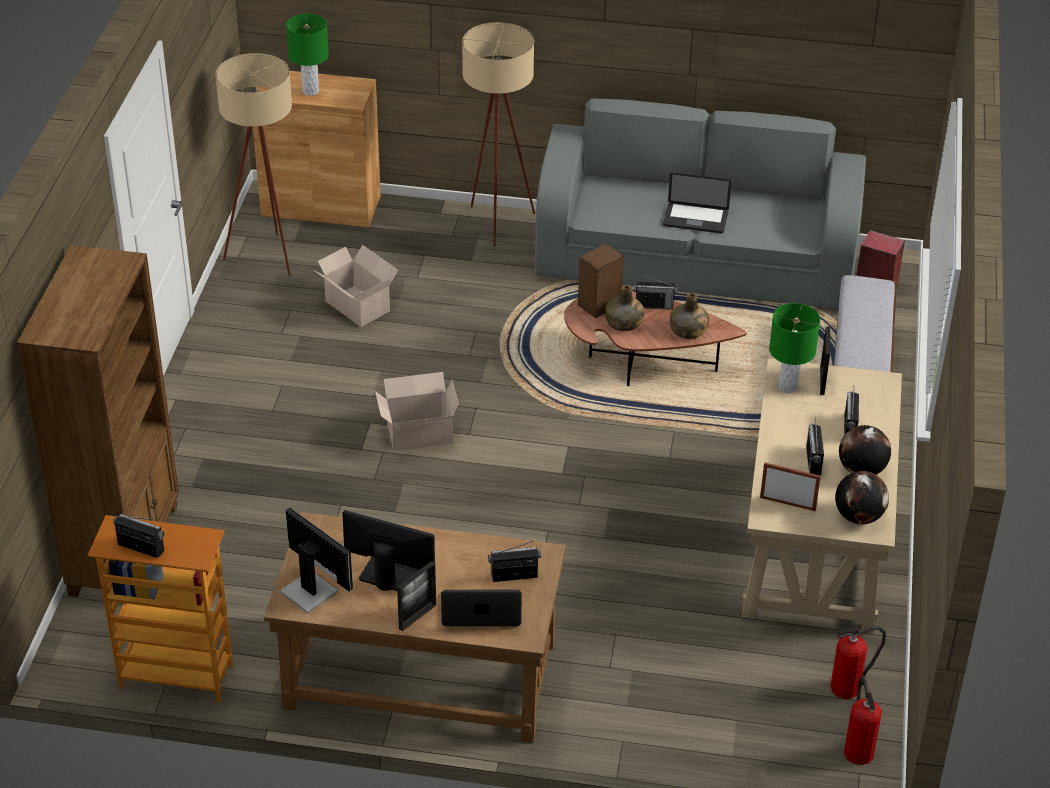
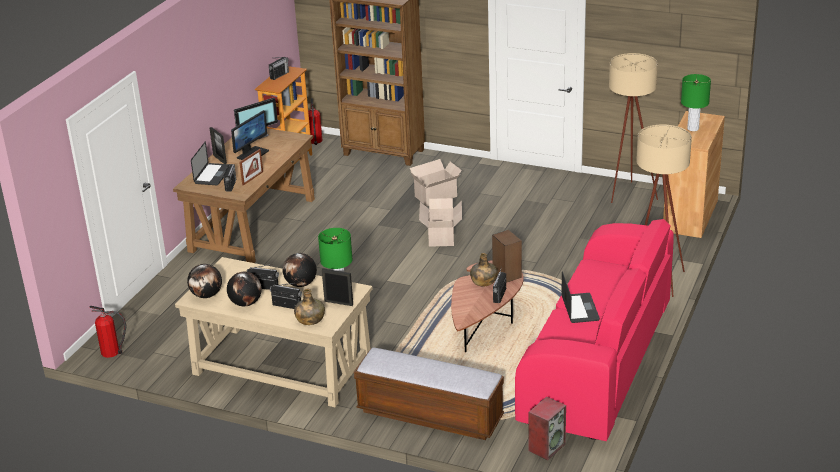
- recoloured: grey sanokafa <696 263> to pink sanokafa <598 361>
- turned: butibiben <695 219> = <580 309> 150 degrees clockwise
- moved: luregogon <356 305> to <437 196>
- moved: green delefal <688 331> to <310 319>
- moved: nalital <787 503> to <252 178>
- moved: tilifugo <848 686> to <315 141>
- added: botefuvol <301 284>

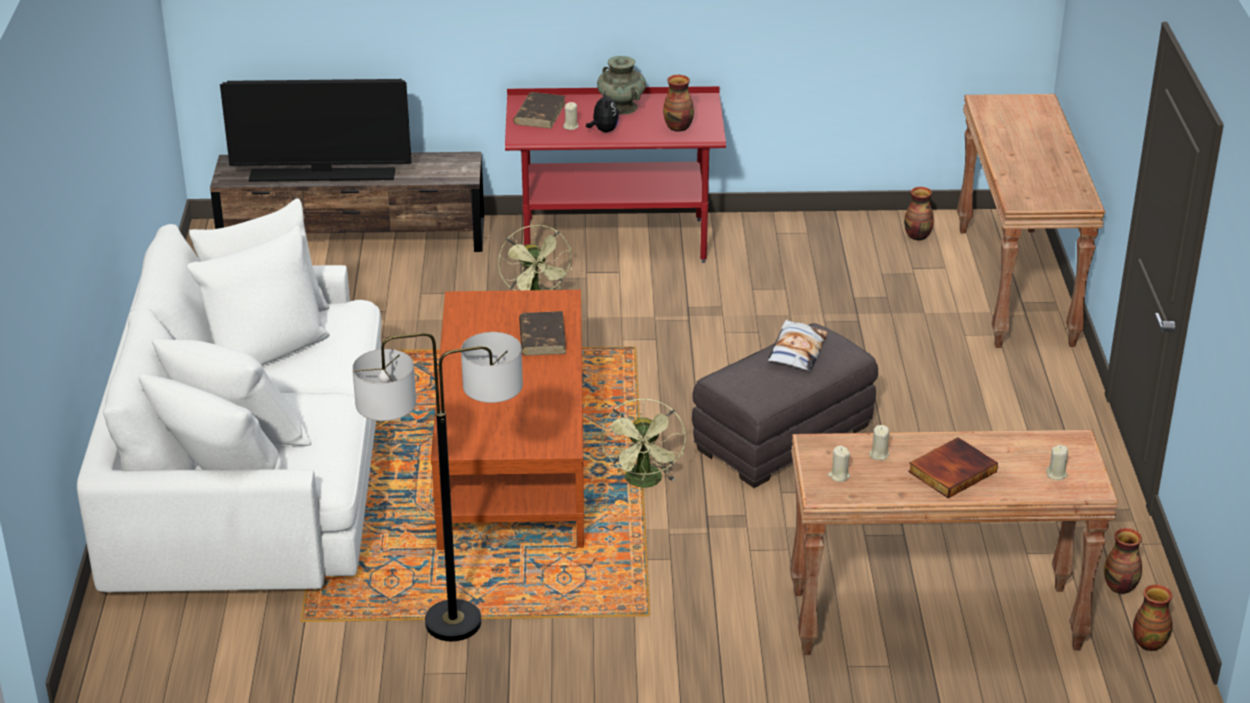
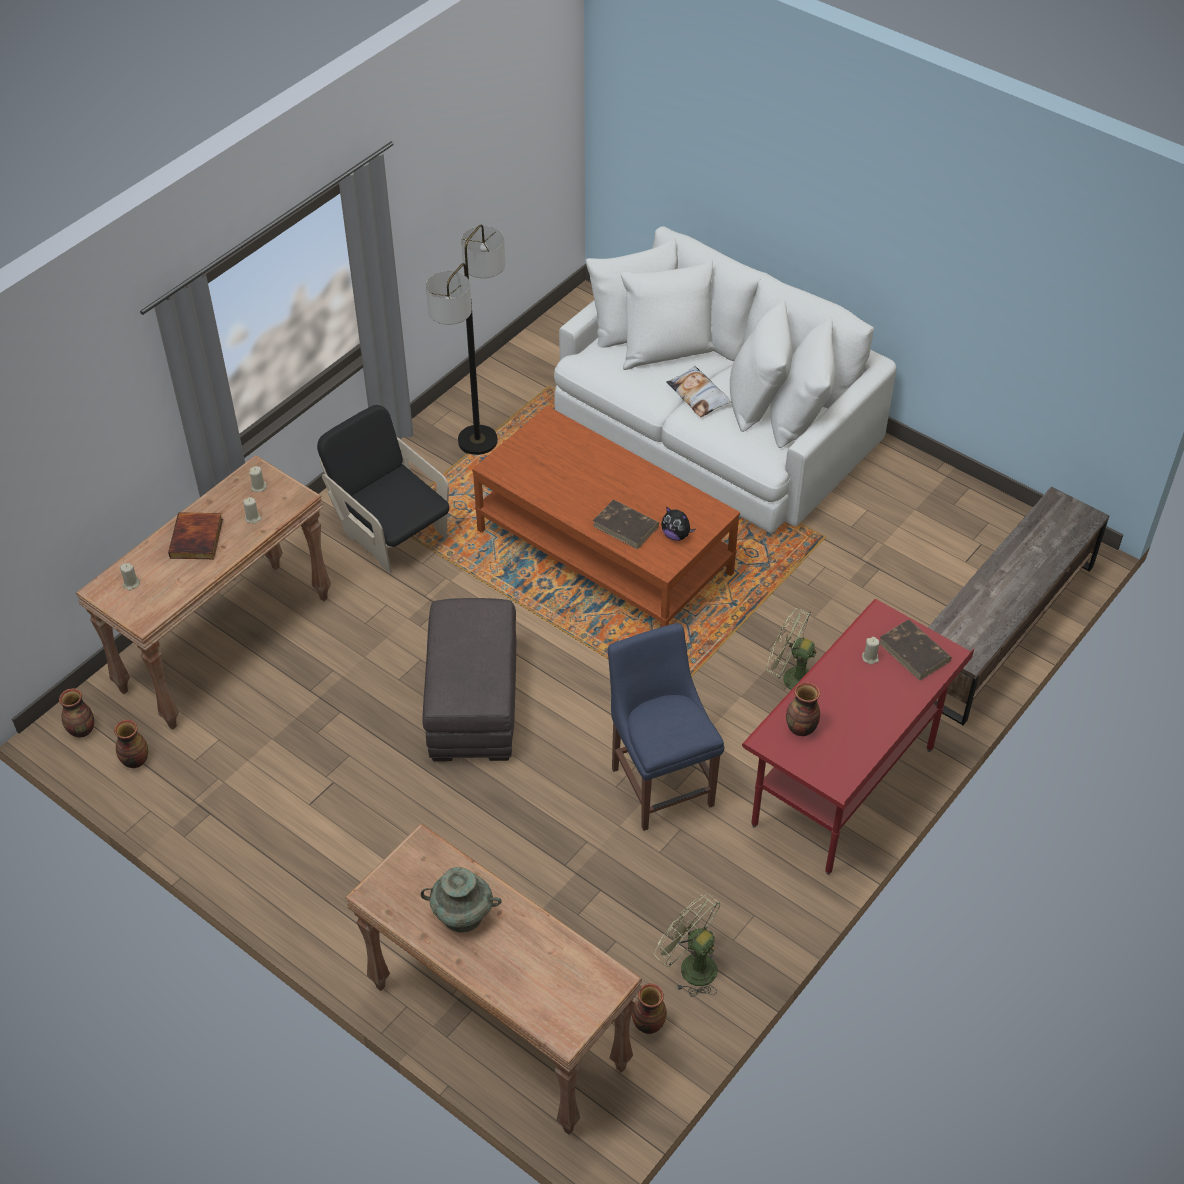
- moved: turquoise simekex <621 107> to <462 915>
- removed: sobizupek <323 175>
- moved: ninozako <603 130> to <676 535>
- moved: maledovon <796 351> to <698 396>
- moved: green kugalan <645 482> to <690 966>
- added: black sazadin <391 532>
- added: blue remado <660 782>

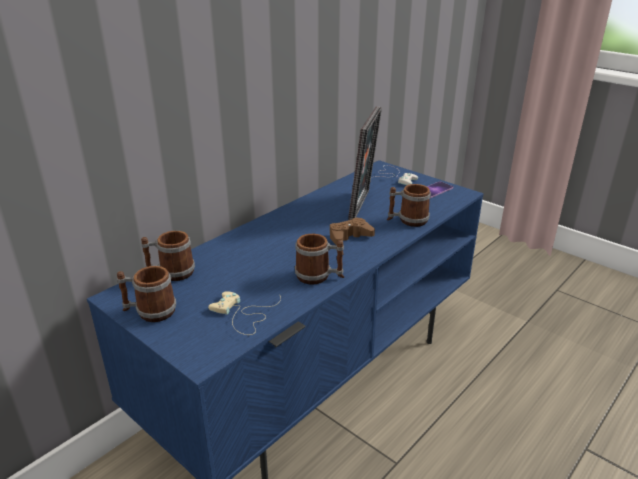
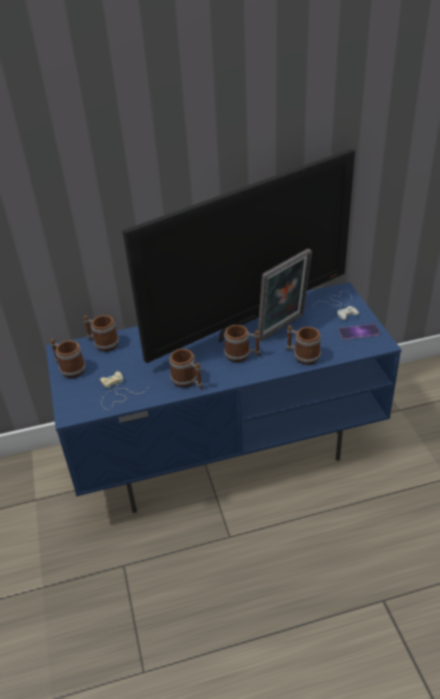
- replaced: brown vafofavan <349 236> to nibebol <242 355>
- added: sobizupek <248 322>

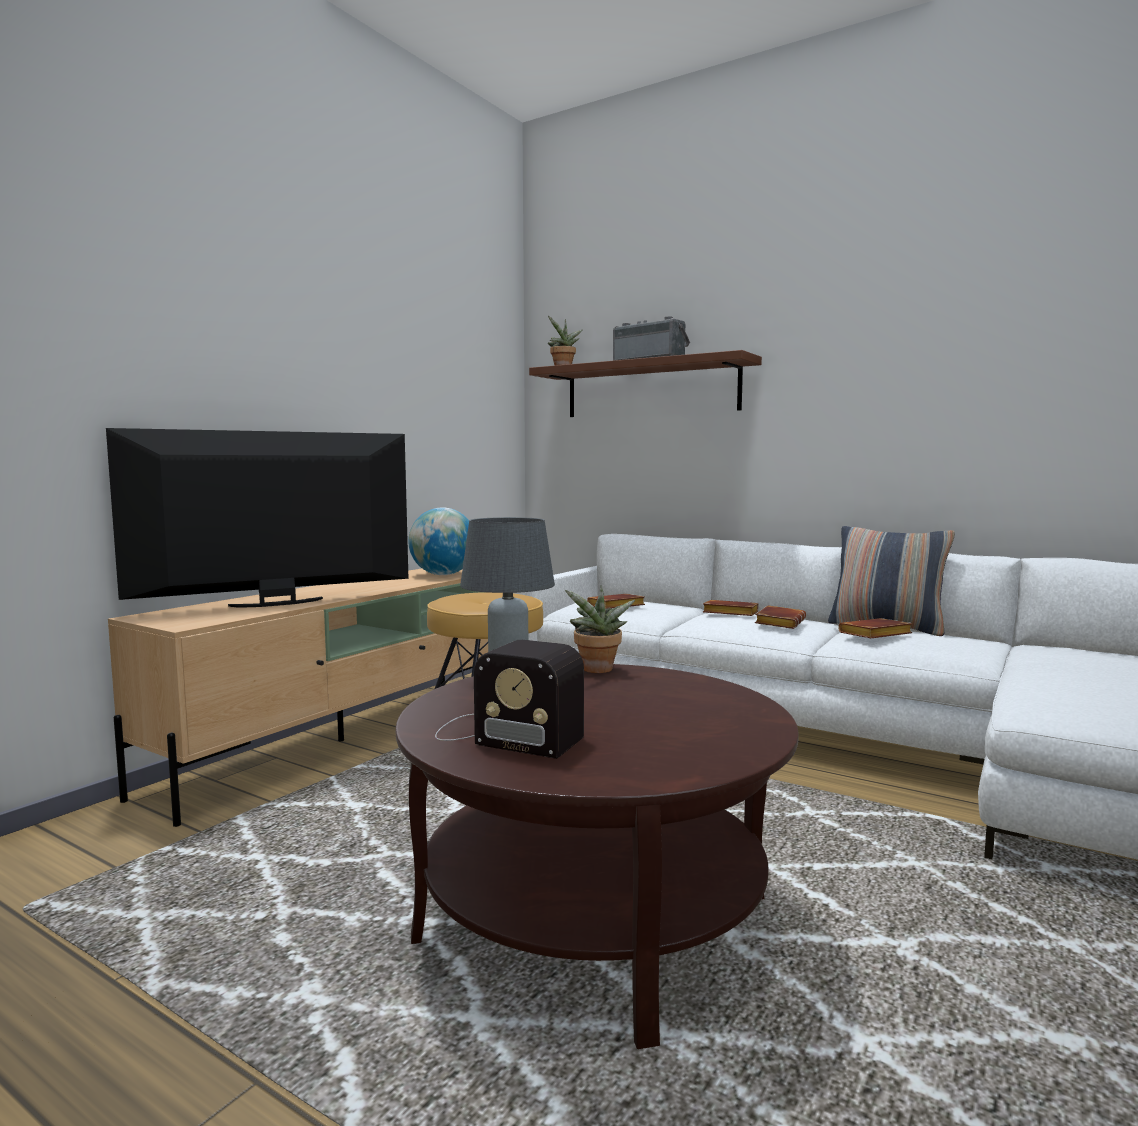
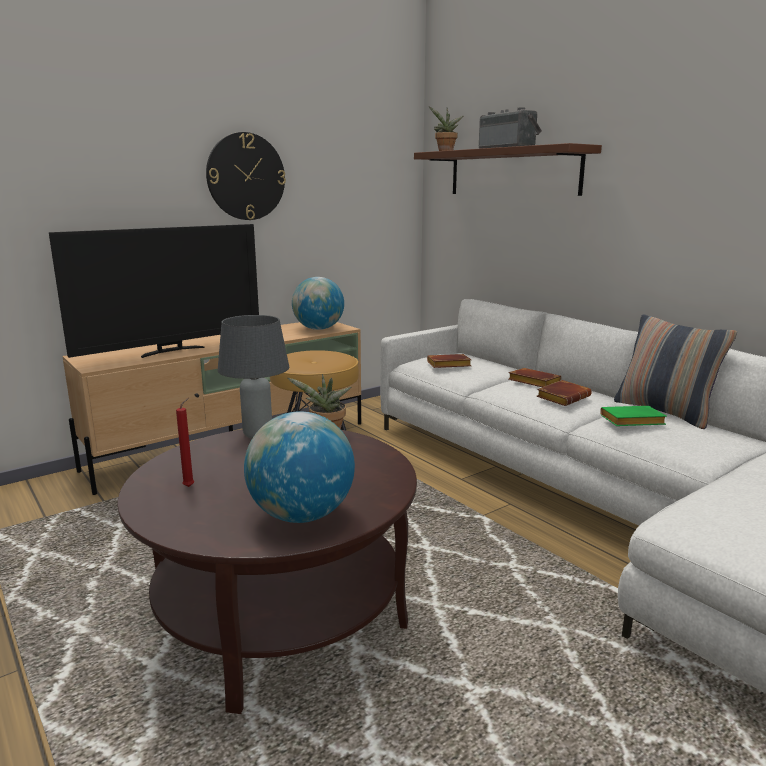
- turned: sobizupek <277 603> = <171 351> 150 degrees clockwise
- recoloured: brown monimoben <875 635> to green monimoben <631 422>
- replaced: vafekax <503 734> to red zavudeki <190 486>
- added: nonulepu <246 176>
- added: botefuvol <301 516>

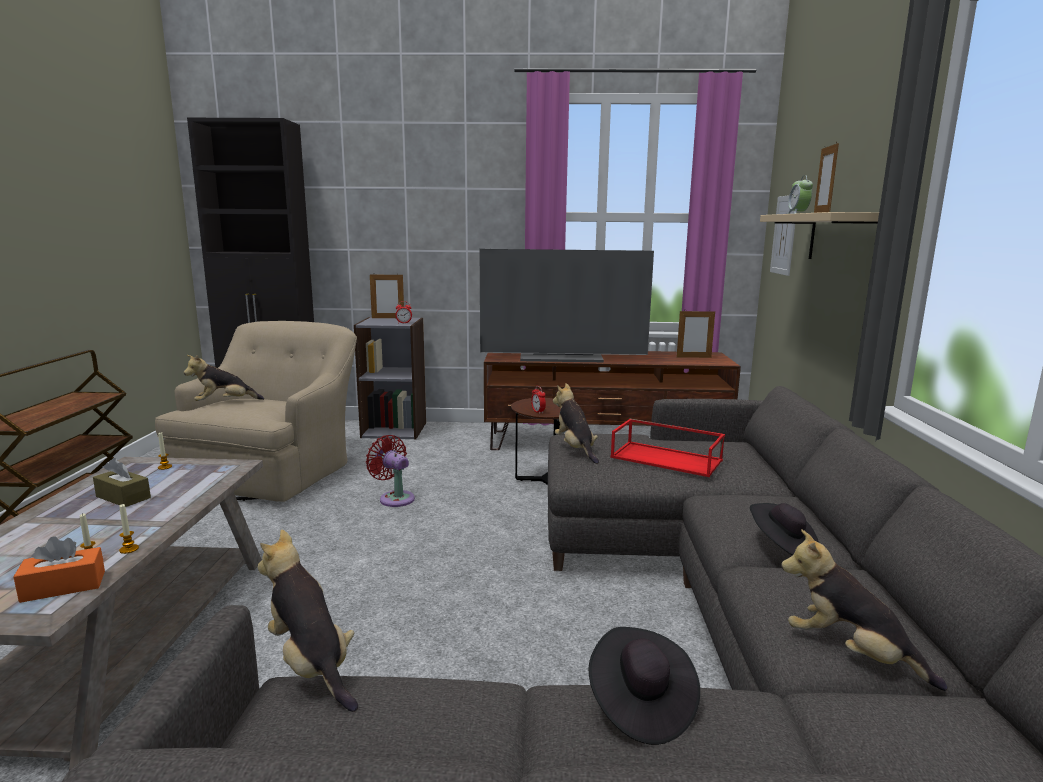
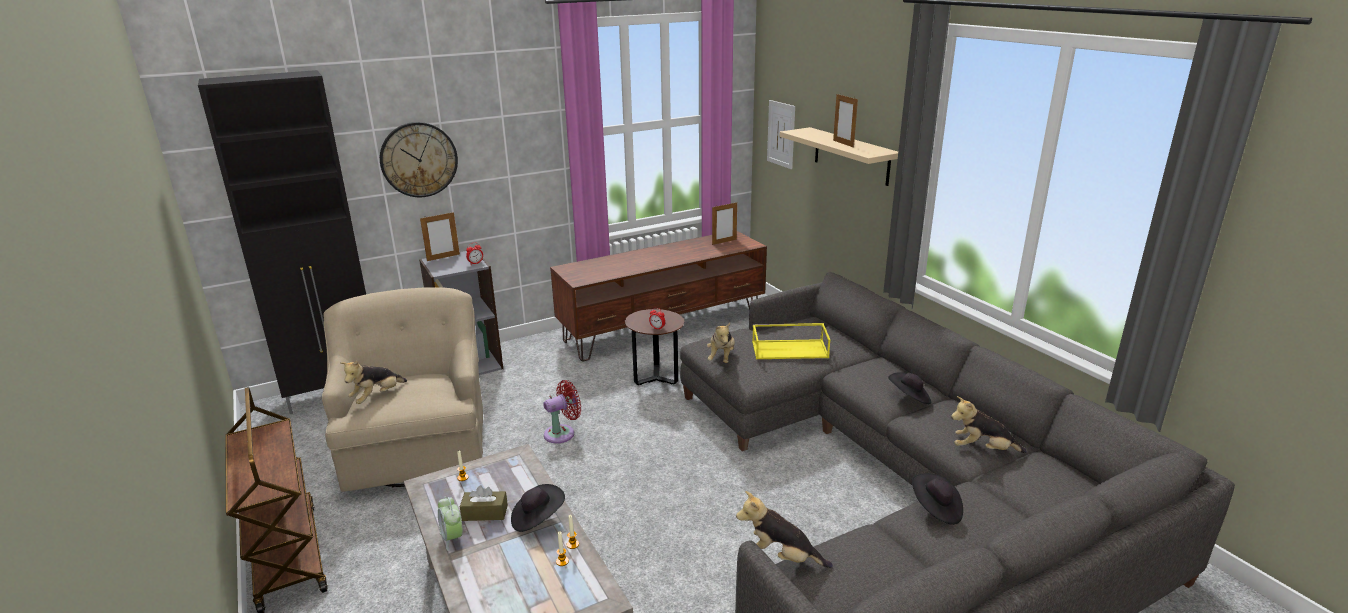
- moved: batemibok <798 214> to <452 538>
- removed: sobizupek <562 357>
- turned: ninozako <575 449> = <721 357> 120 degrees counterclockwise
- recoloured: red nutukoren <667 459> to yellow nutukoren <790 349>
- turned: red kugalan <394 498> = <562 433> 135 degrees clockwise
- removed: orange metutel <63 586>
- added: nonulepu <419 159>
- added: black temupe <537 518>

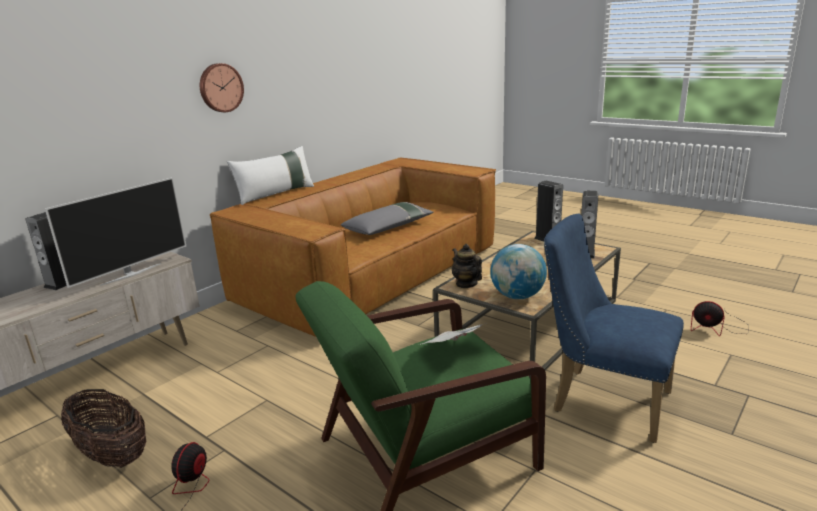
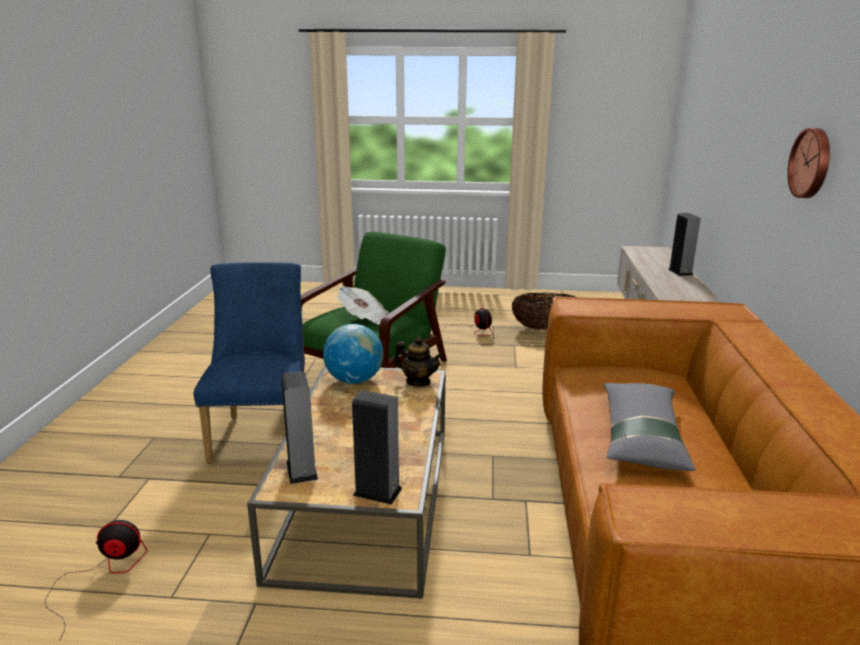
- removed: white maledovon <276 194>
- removed: sobizupek <131 274>
- turned: blue remado <602 400> = <262 434> 90 degrees counterclockwise

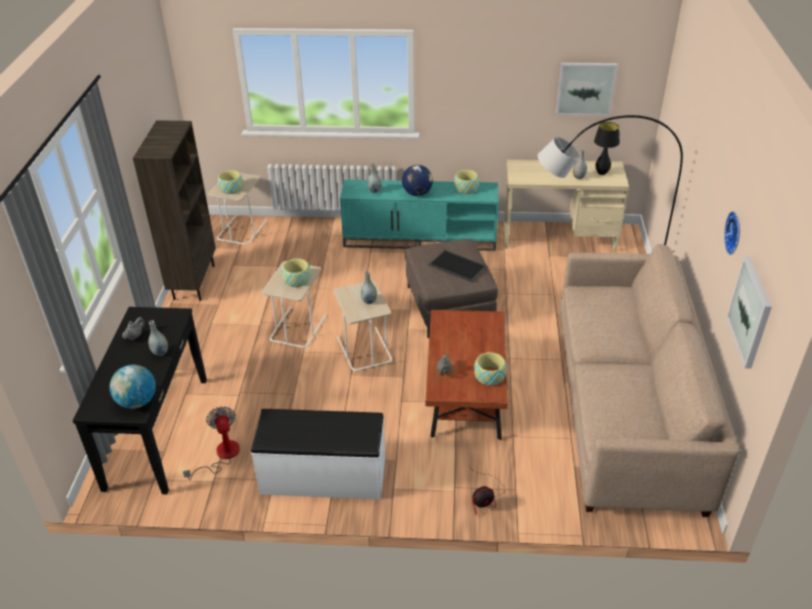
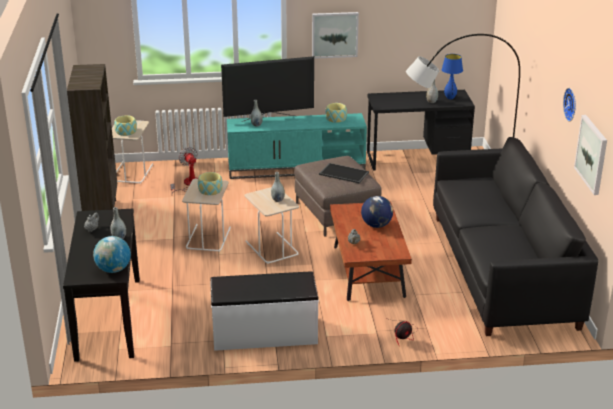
- moved: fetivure <585 88> to <334 34>
- recoloured: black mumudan <601 173> to blue mumudan <450 98>
- recoloured: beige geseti <559 236> to black geseti <417 159>
- moved: botefuvol <417 193> to <376 225>
- recoloured: beige sanokafa <626 409> to black sanokafa <502 270>
- removed: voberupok <489 375>
- moved: kugalan <221 456> to <188 184>
- added: sobizupek <269 118>

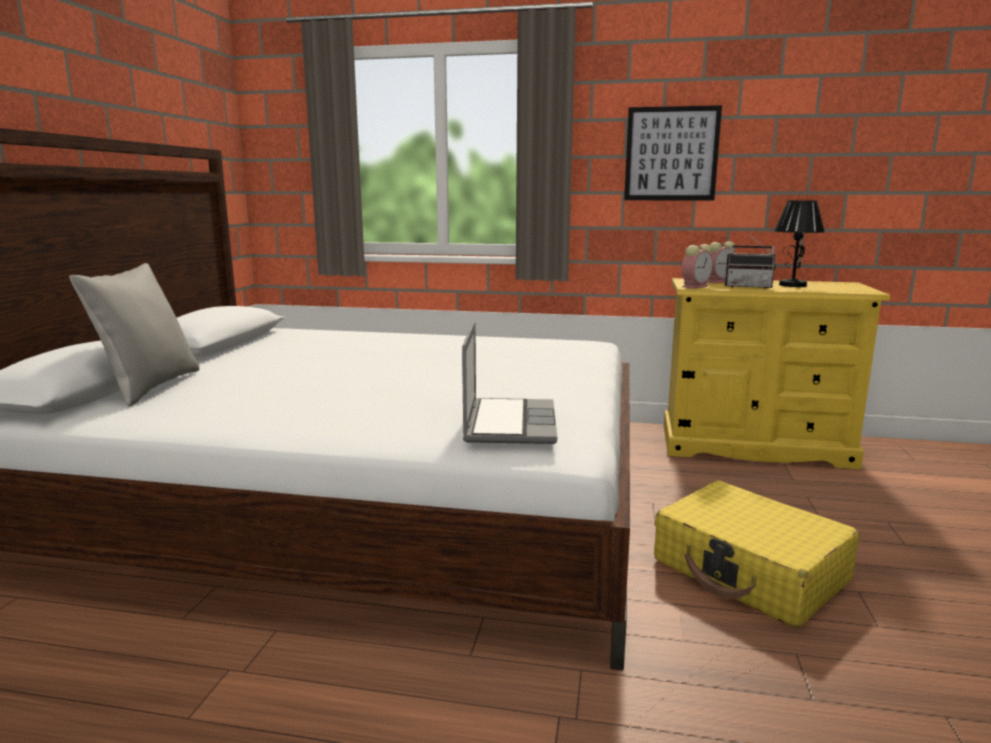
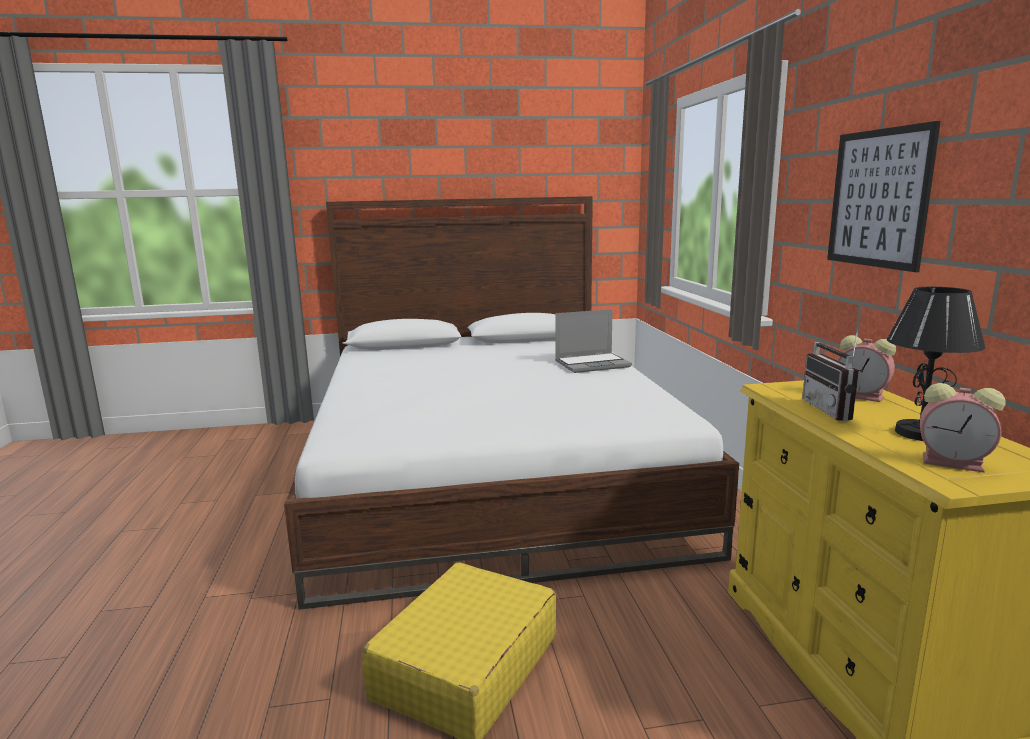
- moved: batemibok <695 286> to <955 463>
- removed: grey maledovon <149 387>
- moved: butibiben <508 423> to <593 364>

